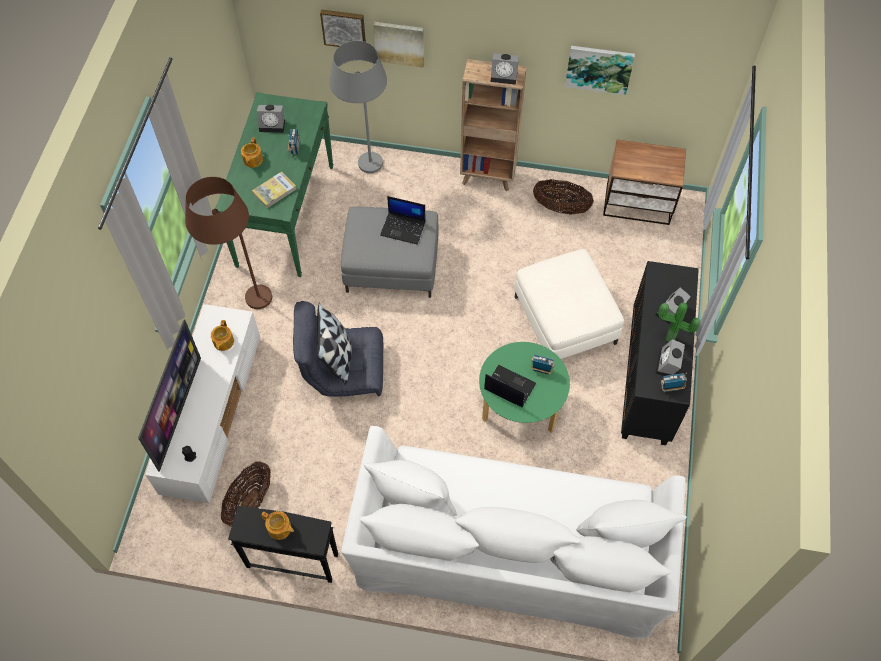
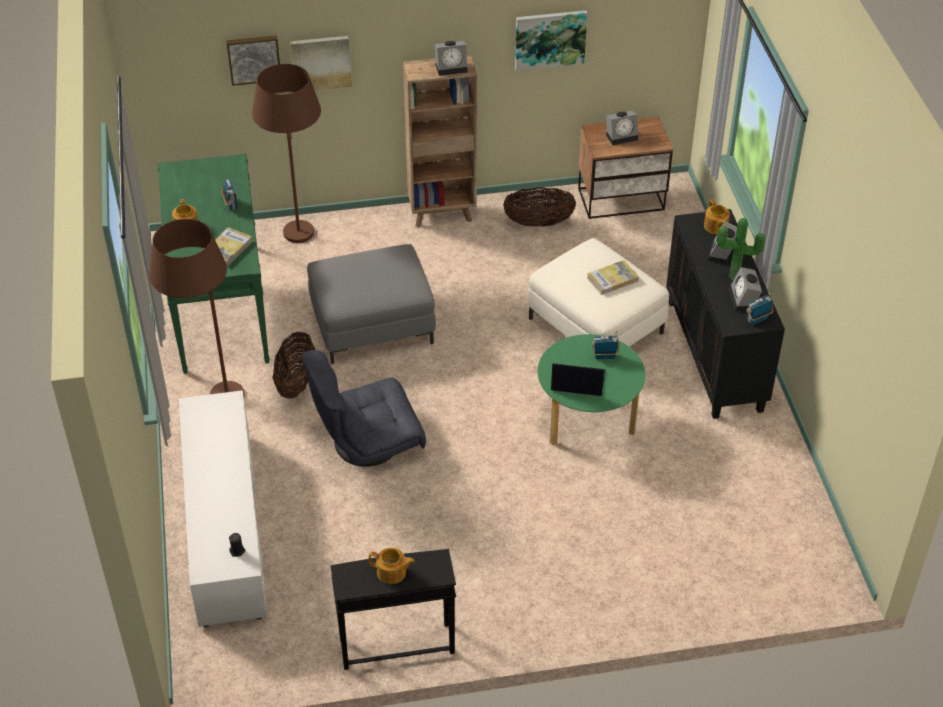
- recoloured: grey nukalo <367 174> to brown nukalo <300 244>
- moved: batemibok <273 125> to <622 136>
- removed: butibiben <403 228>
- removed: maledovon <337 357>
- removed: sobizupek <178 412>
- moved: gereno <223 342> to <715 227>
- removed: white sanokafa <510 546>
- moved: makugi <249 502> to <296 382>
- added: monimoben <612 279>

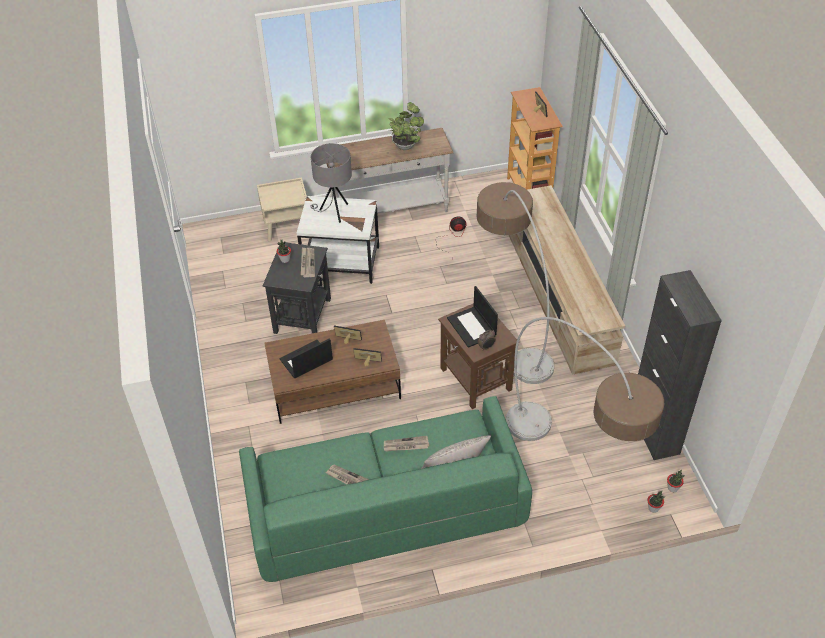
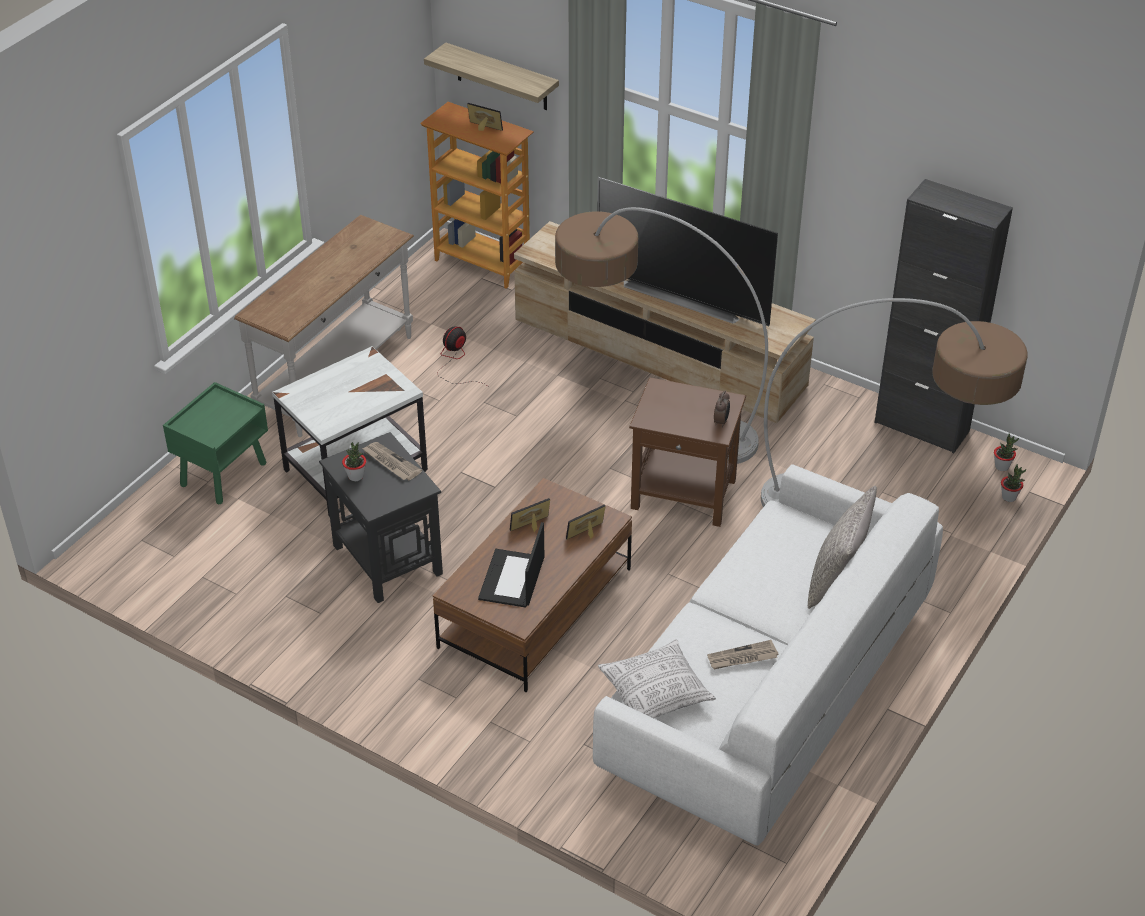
- removed: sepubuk <405 145>
- removed: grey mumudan <334 212>
- recoloured: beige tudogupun <287 228> to green tudogupun <224 474>
- removed: butibiben <472 327>
- recoloured: green sanokafa <385 510> to white sanokafa <765 690>
- removed: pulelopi <406 445>
- added: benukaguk <501 77>
- added: sobizupek <685 296>
- added: maledovon <655 693>

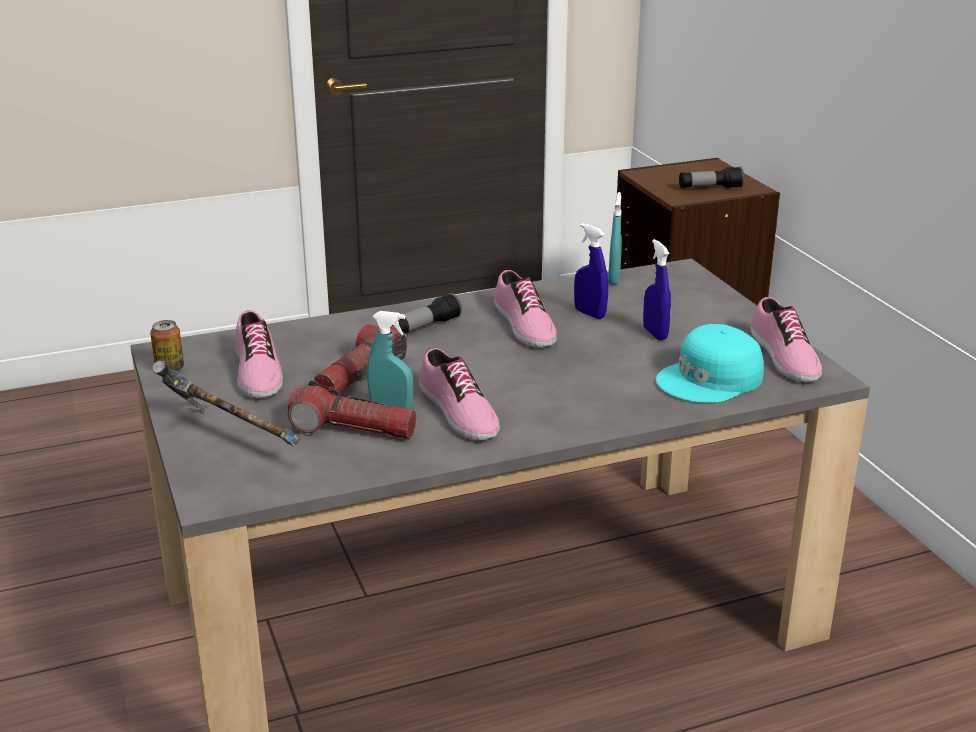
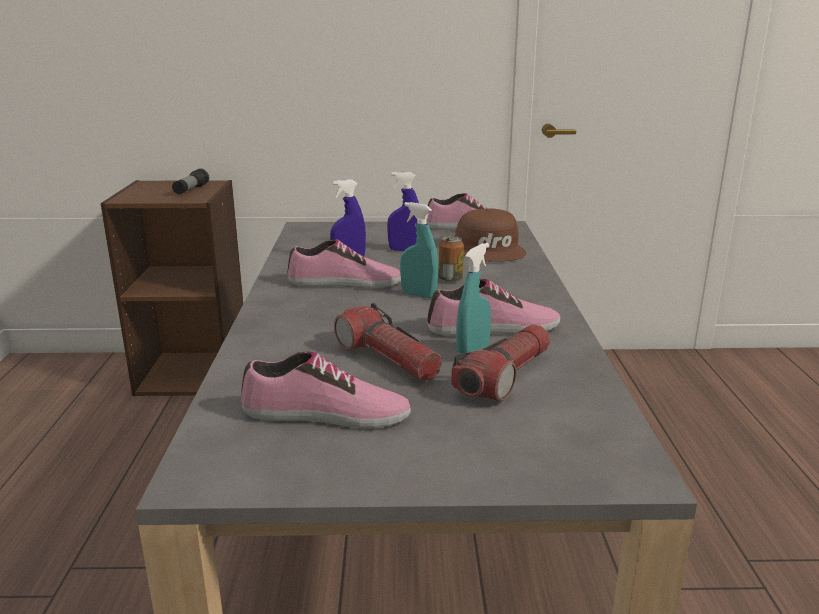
- moved: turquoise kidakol <614 279> to <418 295>
- removed: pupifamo <424 327>
- moved: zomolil <170 369> to <450 279>
- recoloured: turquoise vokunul <711 379> to brown vokunul <491 248>
- removed: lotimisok <230 440>

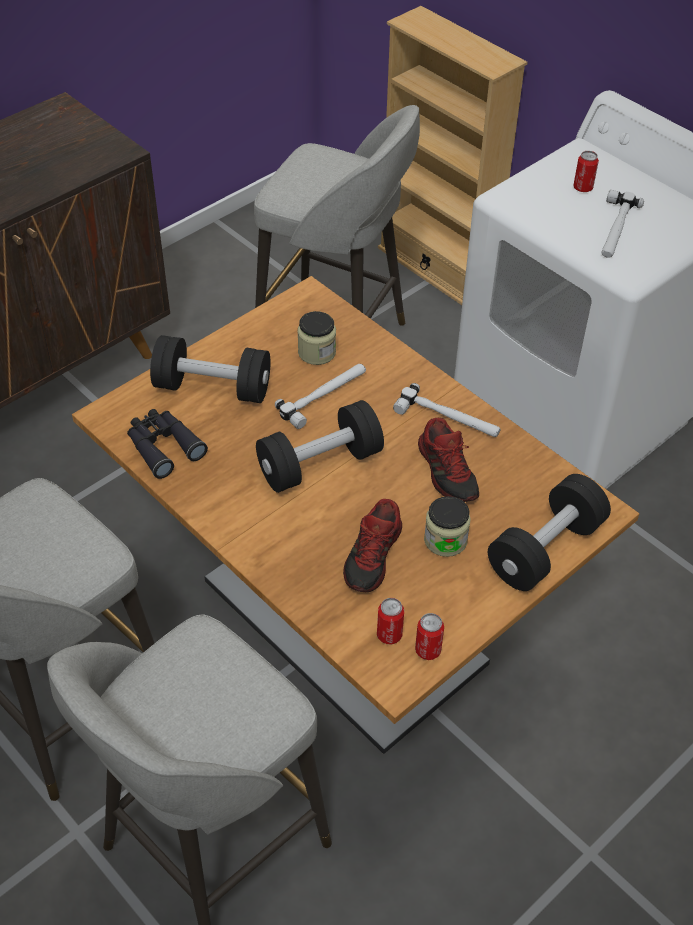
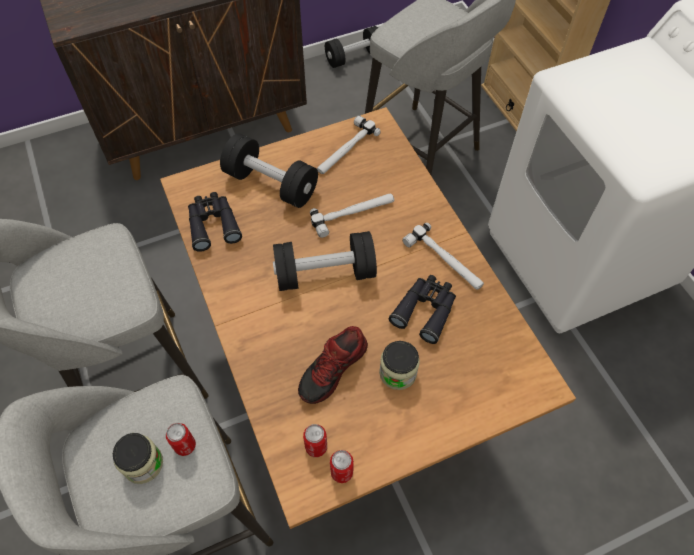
- moved: zomolil <583 188> to <185 445>
- moved: lotimisok <615 229> to <345 149>
- moved: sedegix <317 352> to <143 464>
- replaced: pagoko <448 472> to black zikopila <425 310>
- moved: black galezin <545 549> to <354 57>

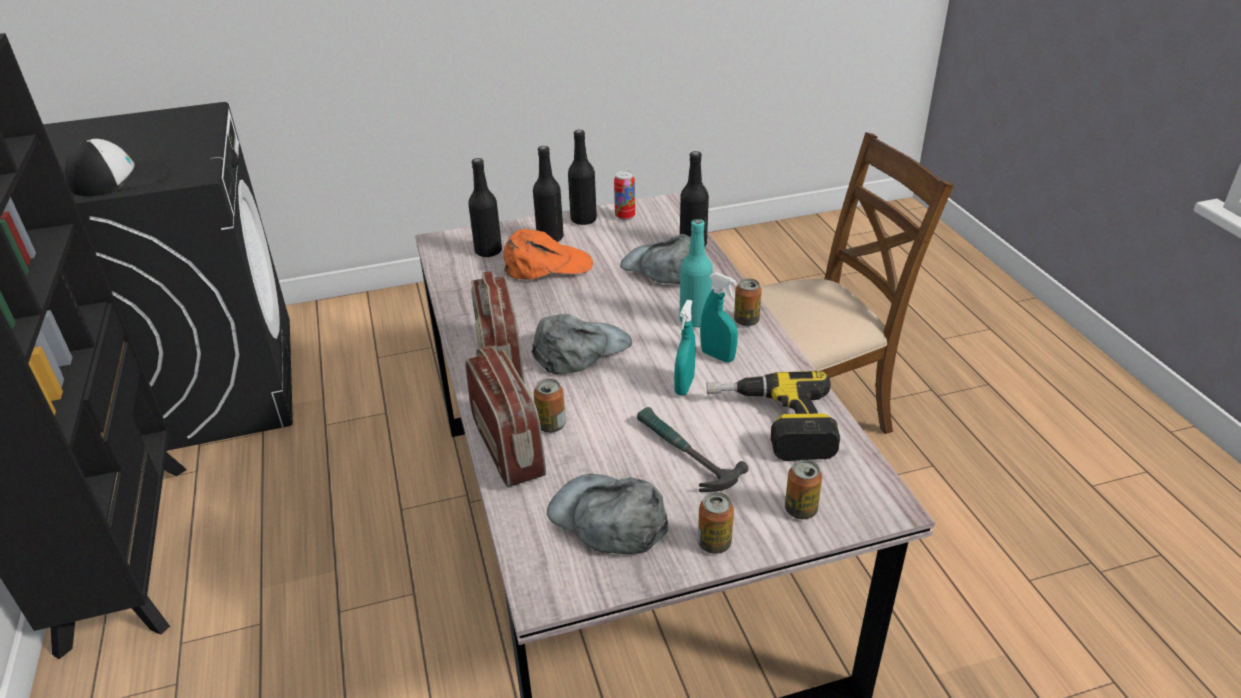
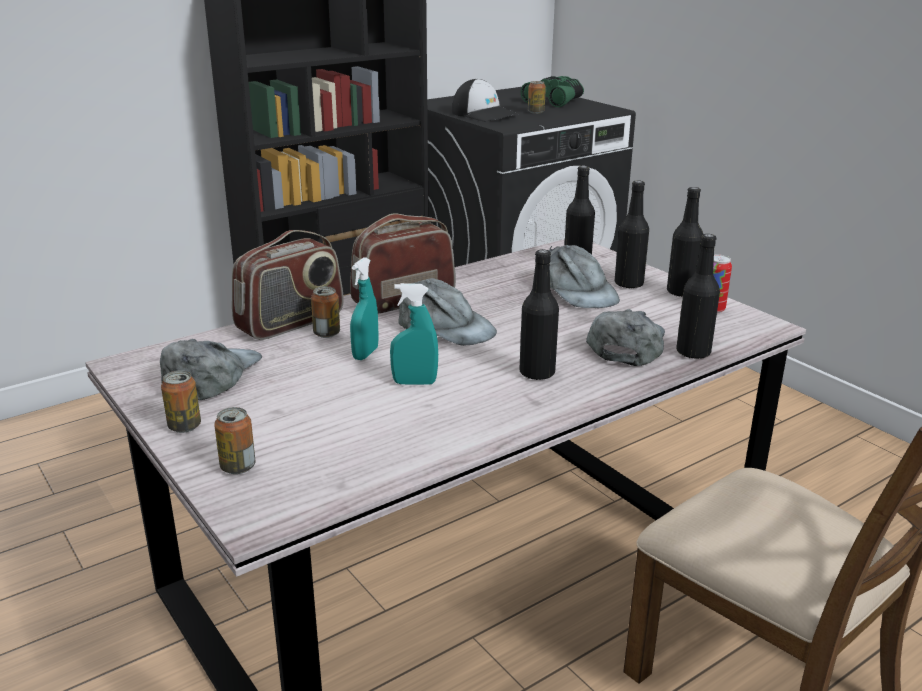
- recoloured: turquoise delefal <694 320> to black delefal <537 373>
- recoloured: orange vokunul <547 265> to grey vokunul <576 291>
- moved: turquoise kidakol <717 356> to <365 354>
- moved: zomolil <746 321> to <536 112>
- removed: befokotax <772 425>
- removed: lotimisok <683 453>
- added: green zikopila <555 101>

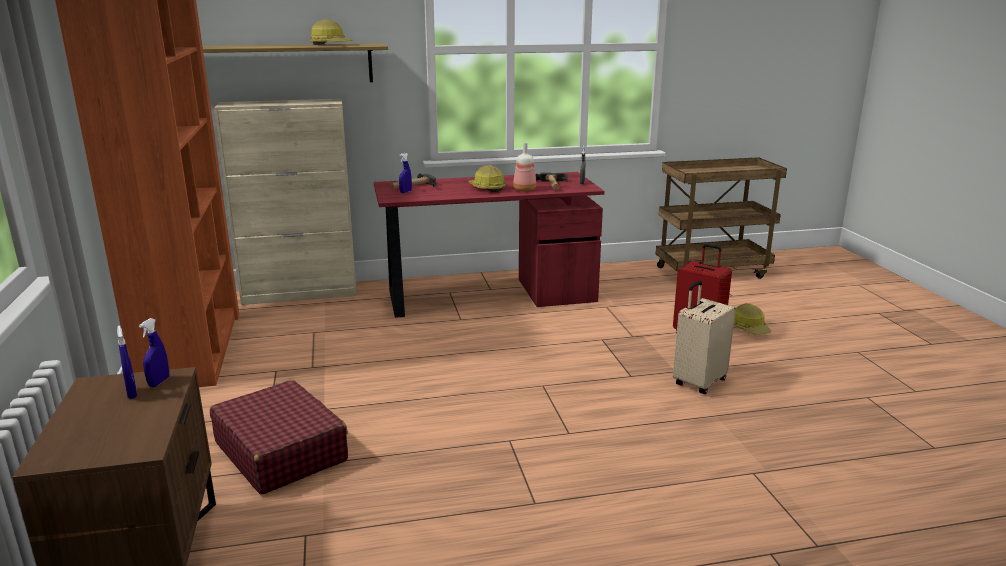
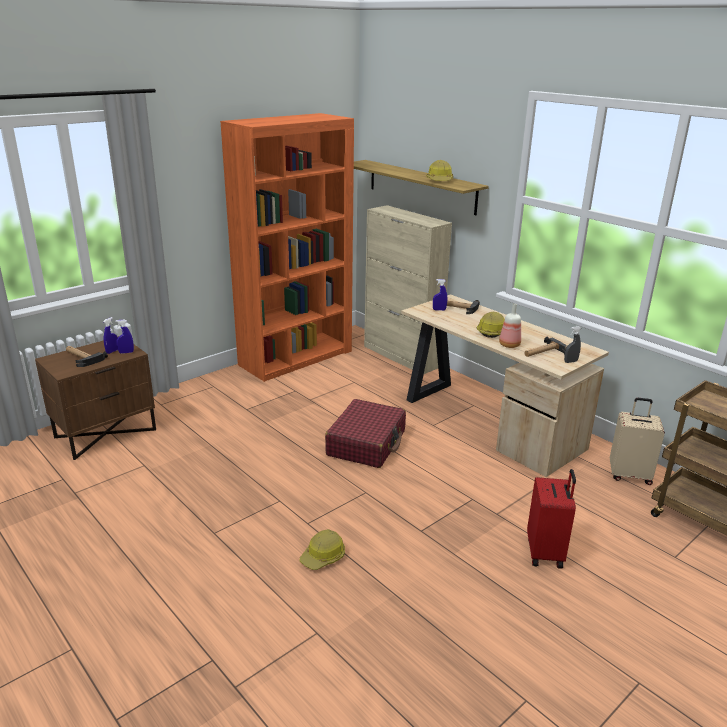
- recoloured: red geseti <487 295> to beige geseti <488 422>
- moved: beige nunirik <698 382> to <629 475>
- moved: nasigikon <749 328> to <323 557>
- moved: red nunirik <281 451> to <366 443>
- added: lotimisok <81 357>

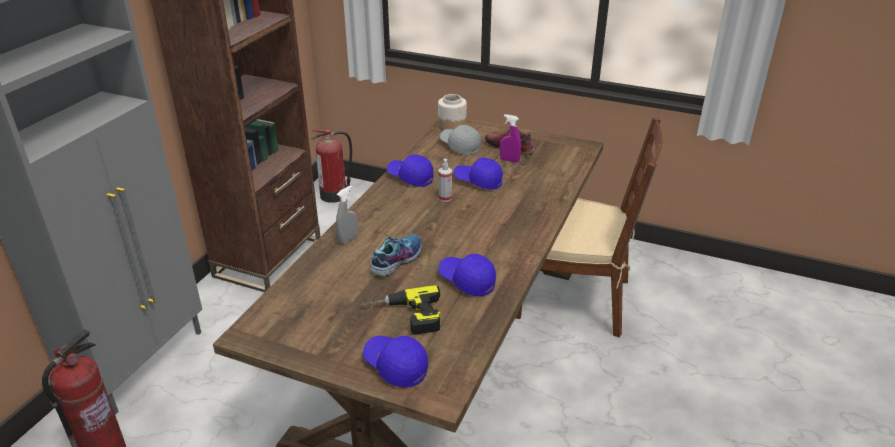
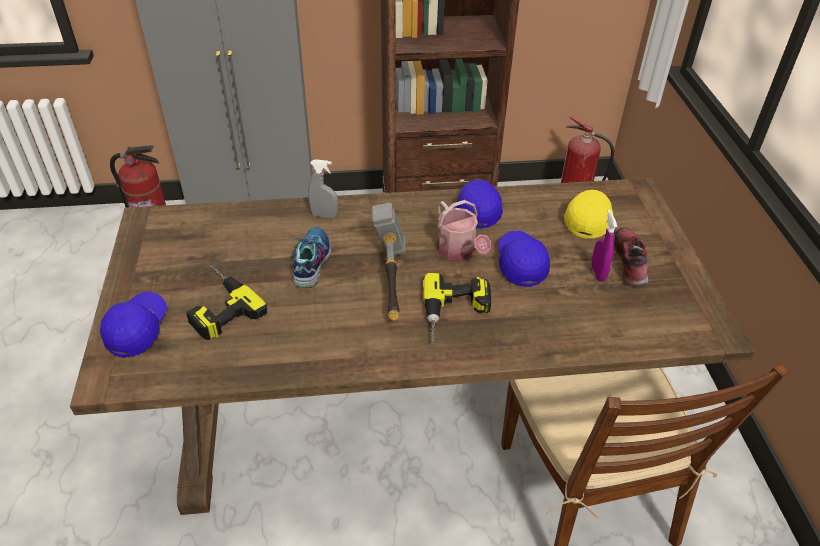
- removed: sedegix <452 126>
- recoloured: grey vokunul <460 146> to yellow vokunul <588 219>
- replaced: kidakol <445 198> to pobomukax <459 251>
- turned: pagoko <396 260> = <311 262> 90 degrees counterclockwise
- removed: blue vokunul <467 281>
- added: lotimisok <391 281>
- added: befokotax <456 315>

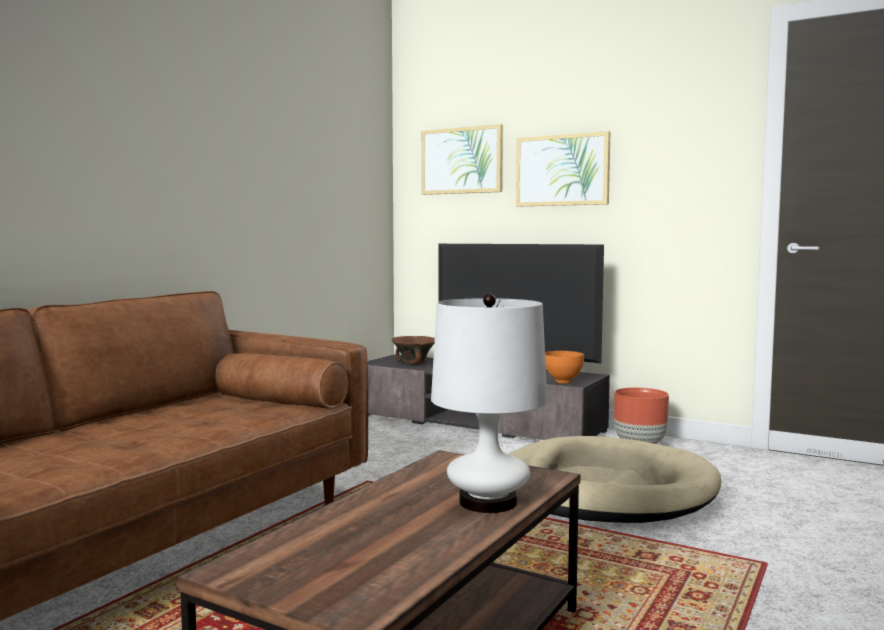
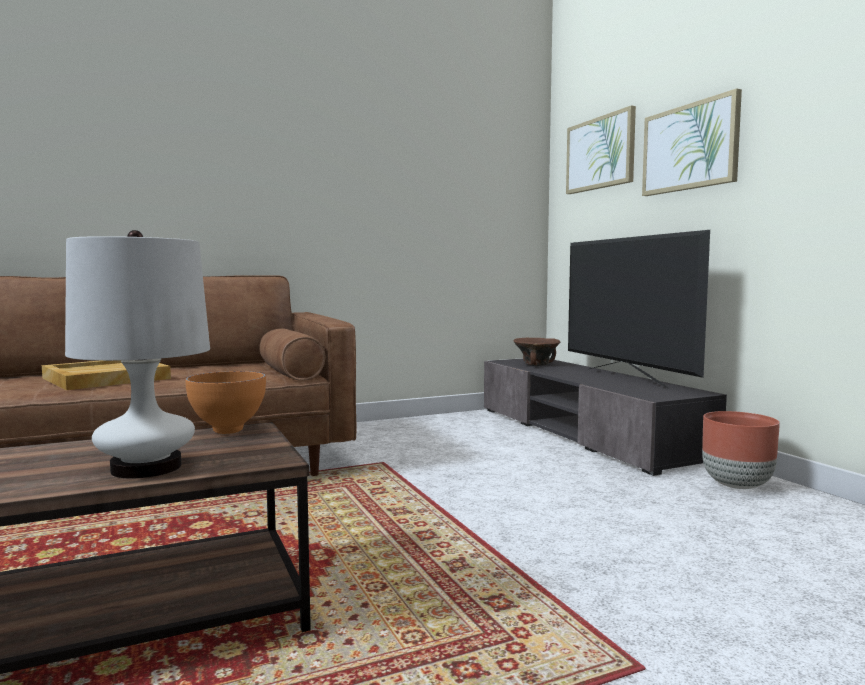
- moved: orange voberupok <562 382> to <229 430>
- removed: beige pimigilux <601 490>
- added: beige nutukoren <105 378>

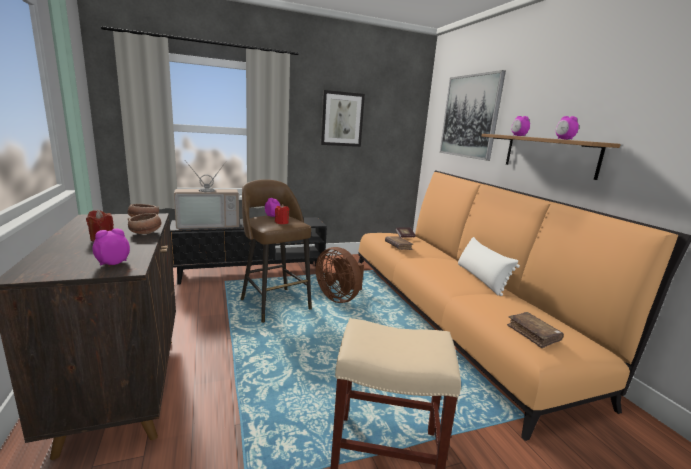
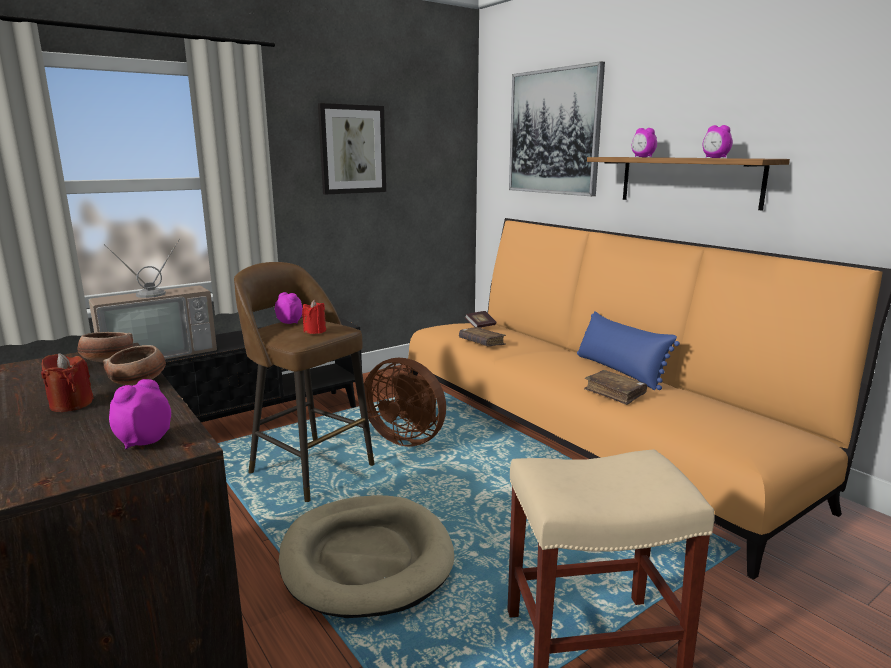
- recoloured: white maledovon <480 279> to blue maledovon <619 371>
- moved: brown monimoben <533 334> to <614 393>
- added: beige pimigilux <366 559>

